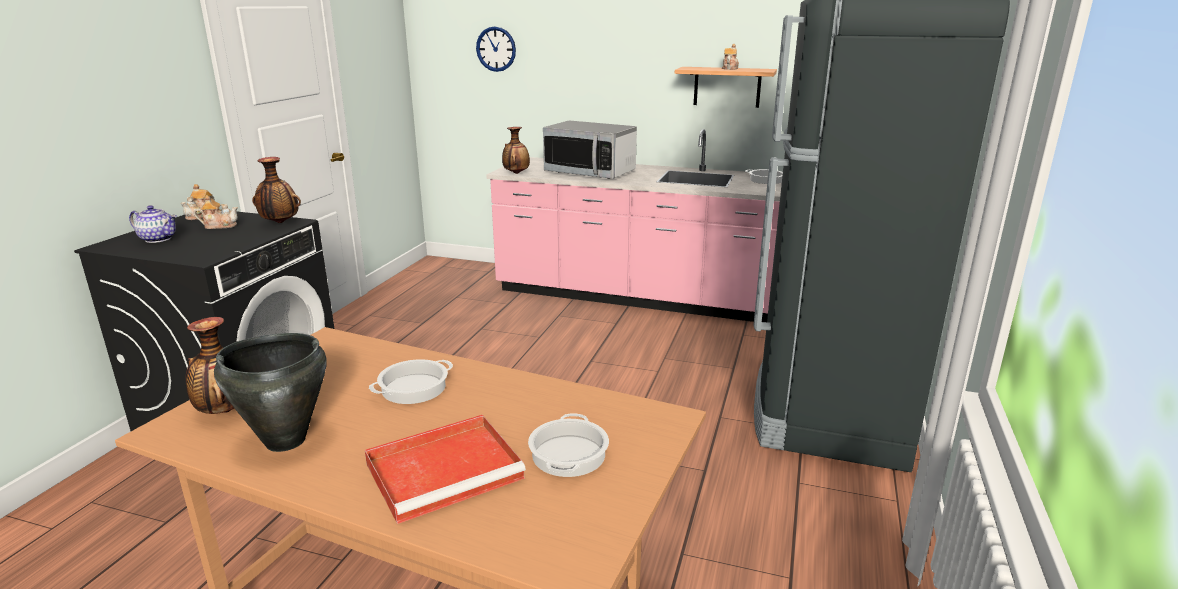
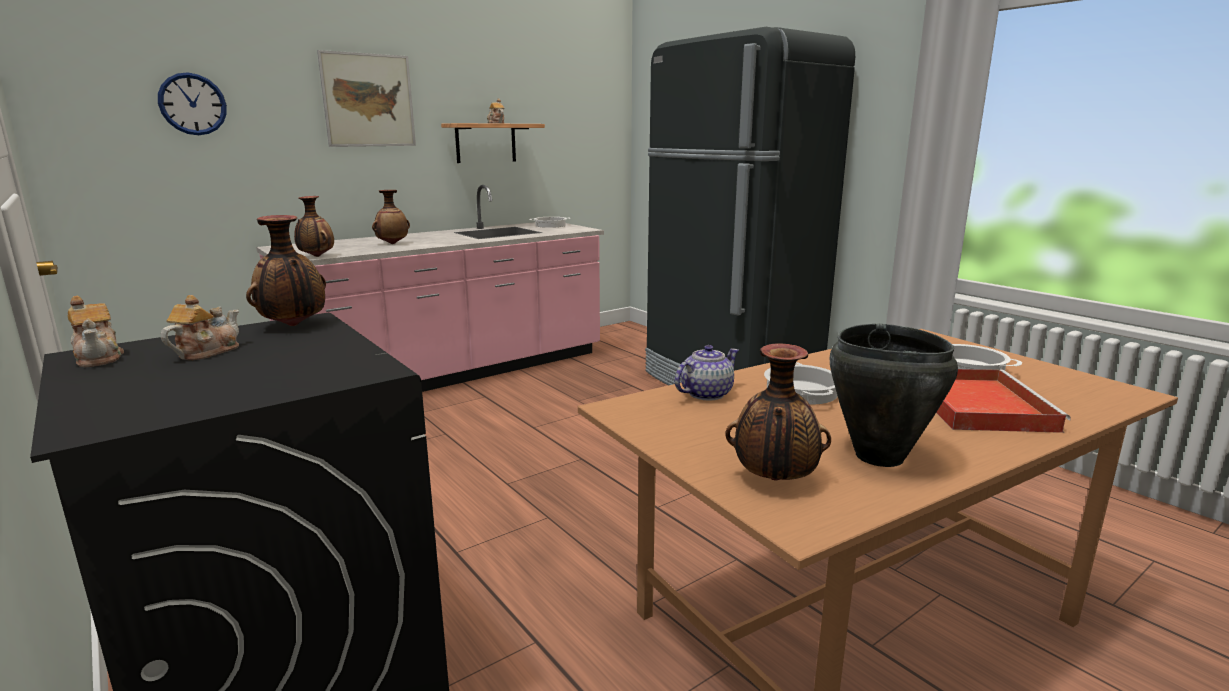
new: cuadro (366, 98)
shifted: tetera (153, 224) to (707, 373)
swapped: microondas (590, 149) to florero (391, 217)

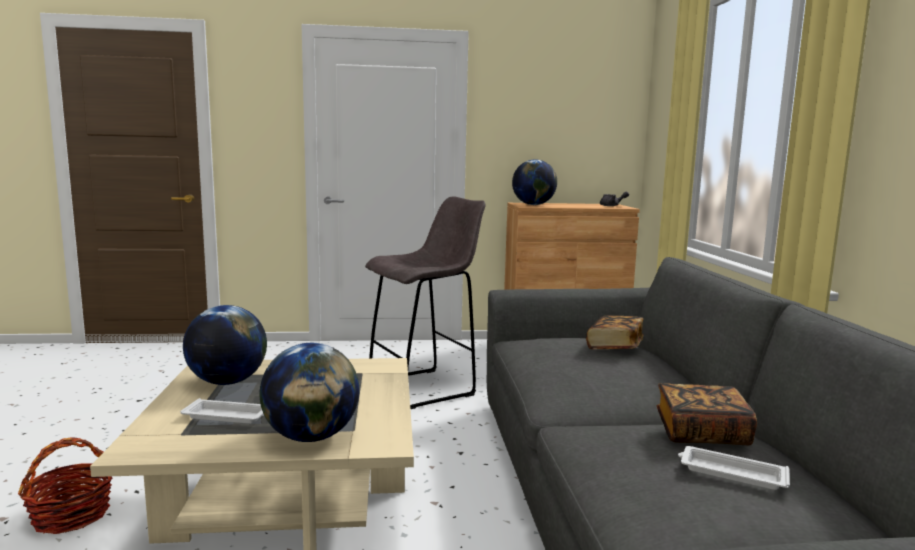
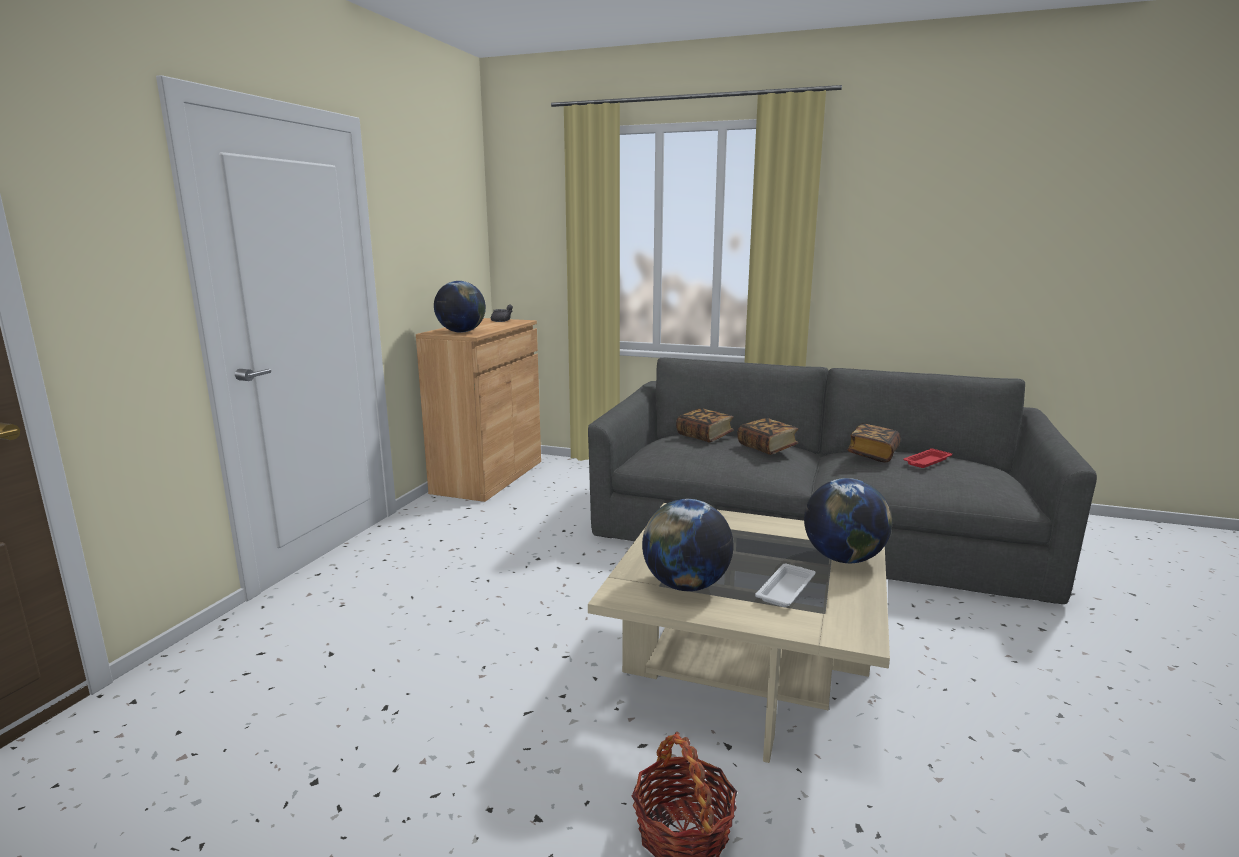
gone: taburete/gris (425, 302)
new: libro (768, 436)
repainted: bandeja/blanco (734, 468) to bandeja/rojo (927, 458)

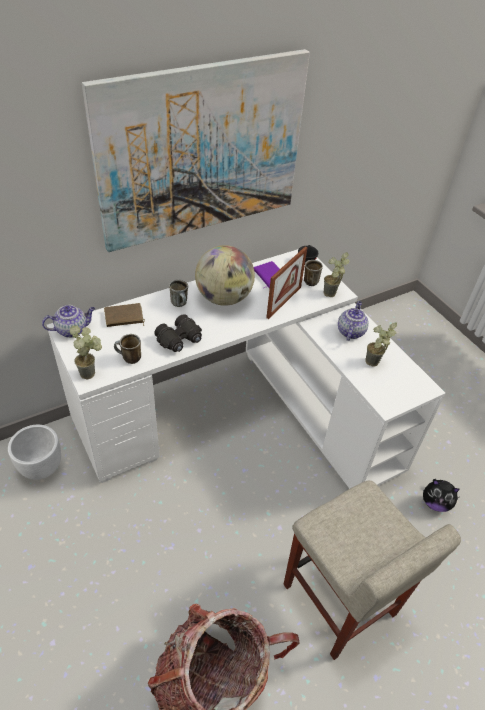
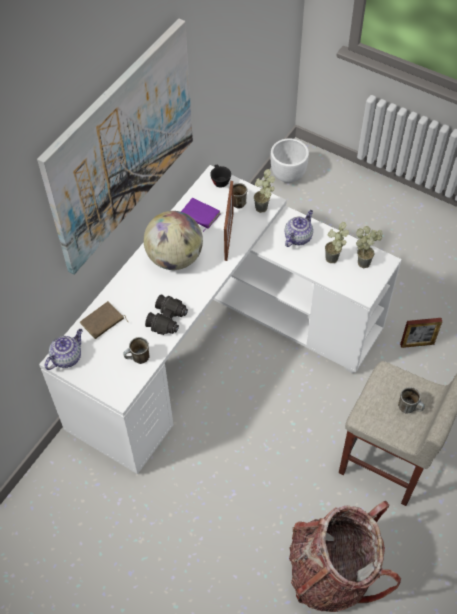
shifted: maceta/blanco (34, 452) to (289, 160); planta en maceta (86, 352) to (369, 247); taza grande (178, 293) to (411, 400)
swapped: peluche (441, 495) to portarretratos (421, 333)
rotated: tetera (353, 321) = (298, 228) 45 degrees clockwise

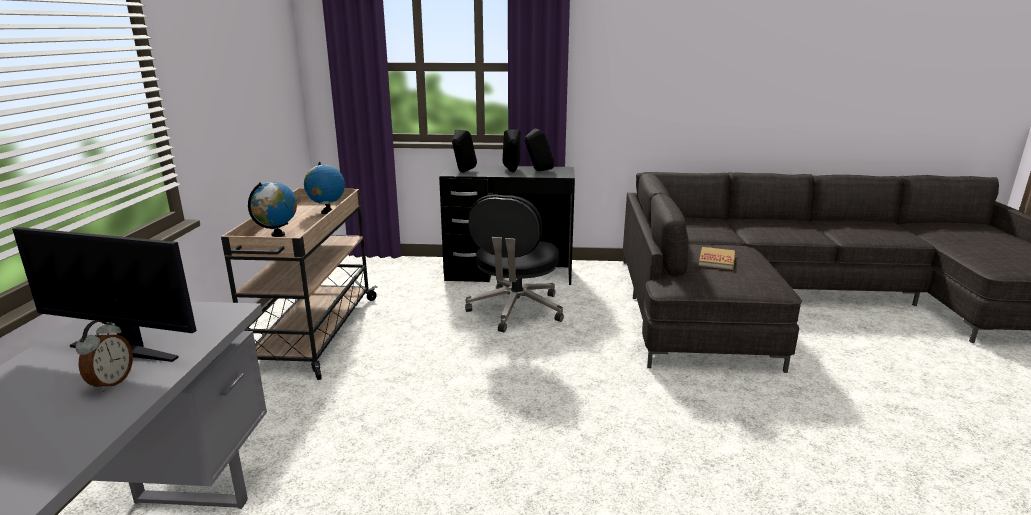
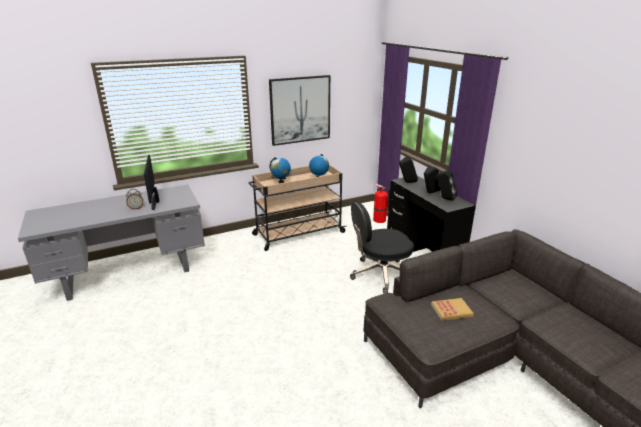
new: cuadro (299, 110); extintor (381, 203)

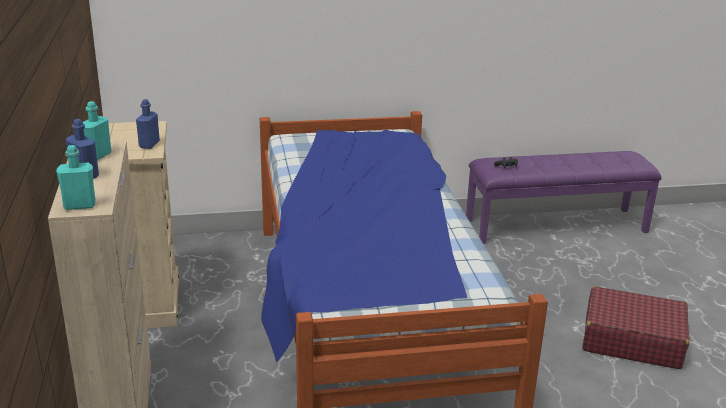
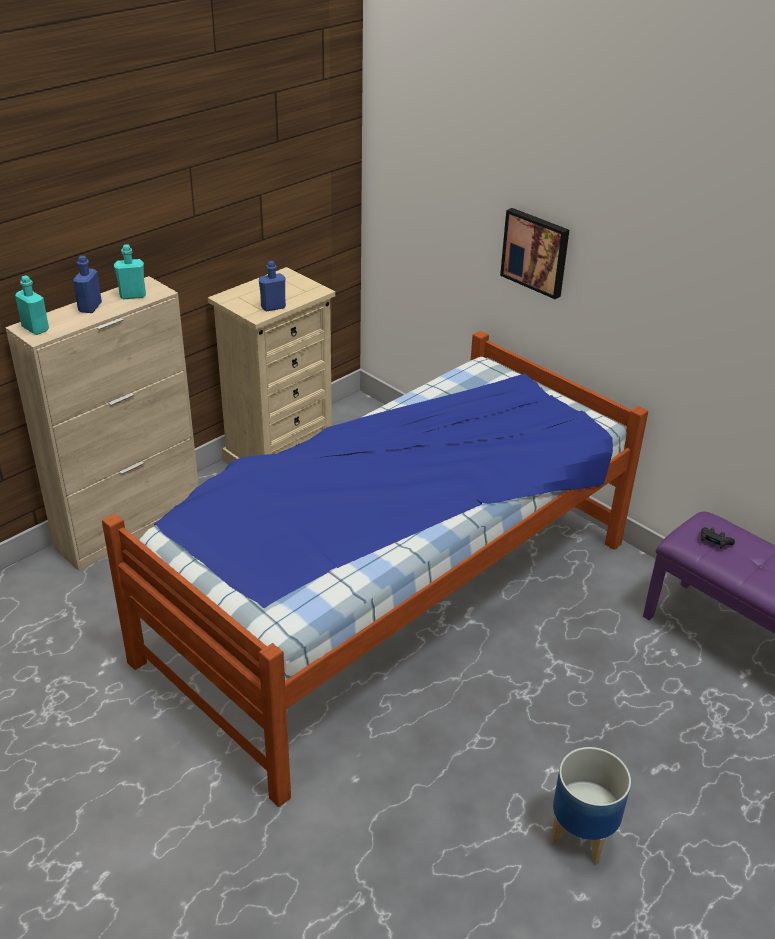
new: cuadro (534, 253)
swapped: maleta/rojo (635, 327) to maceta (590, 805)

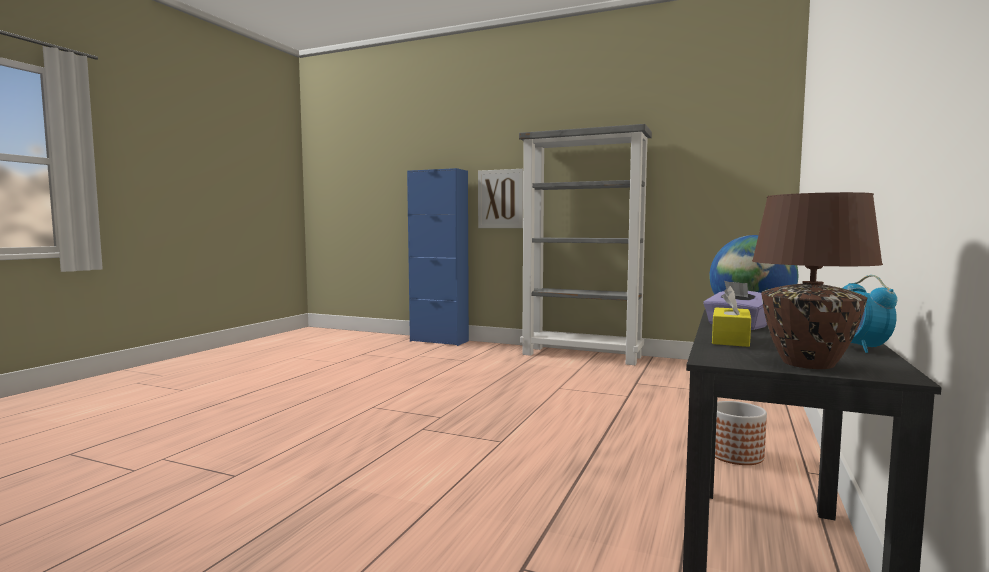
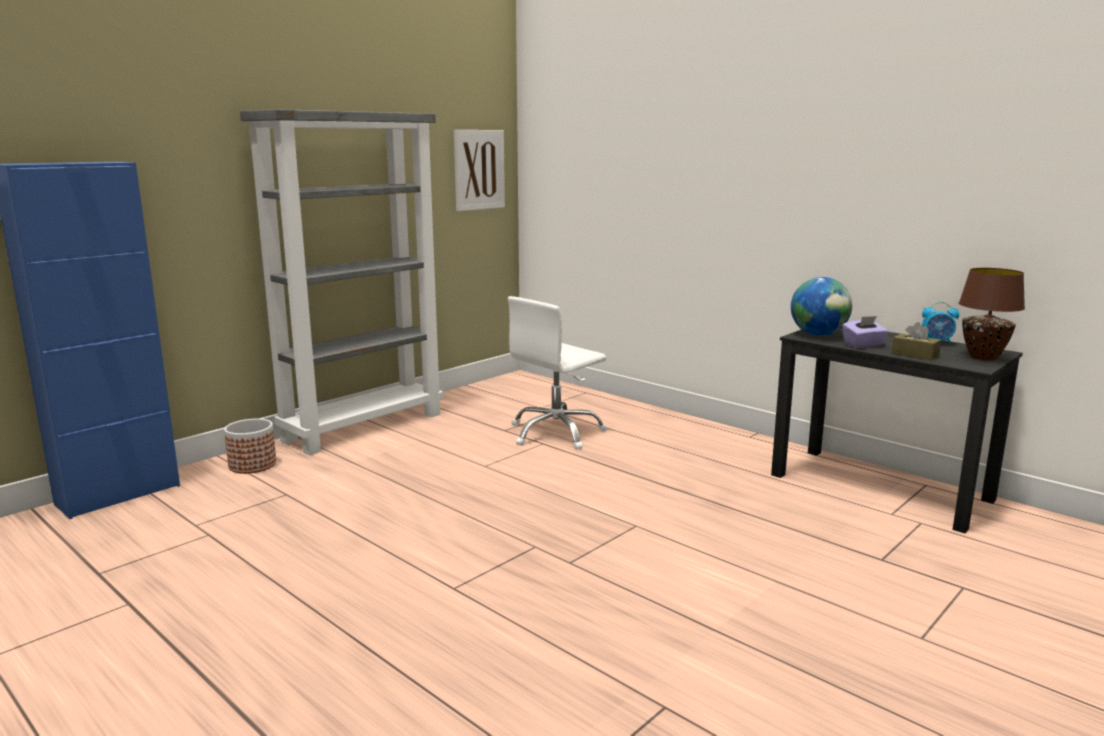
new: silla de oficina/blanco (557, 373)
shifted: maceta (741, 433) to (250, 446); cuadro (500, 198) to (479, 170)
repainted: caja de pañuelos/amarillo (731, 316) to caja de pañuelos/marrón (916, 341)

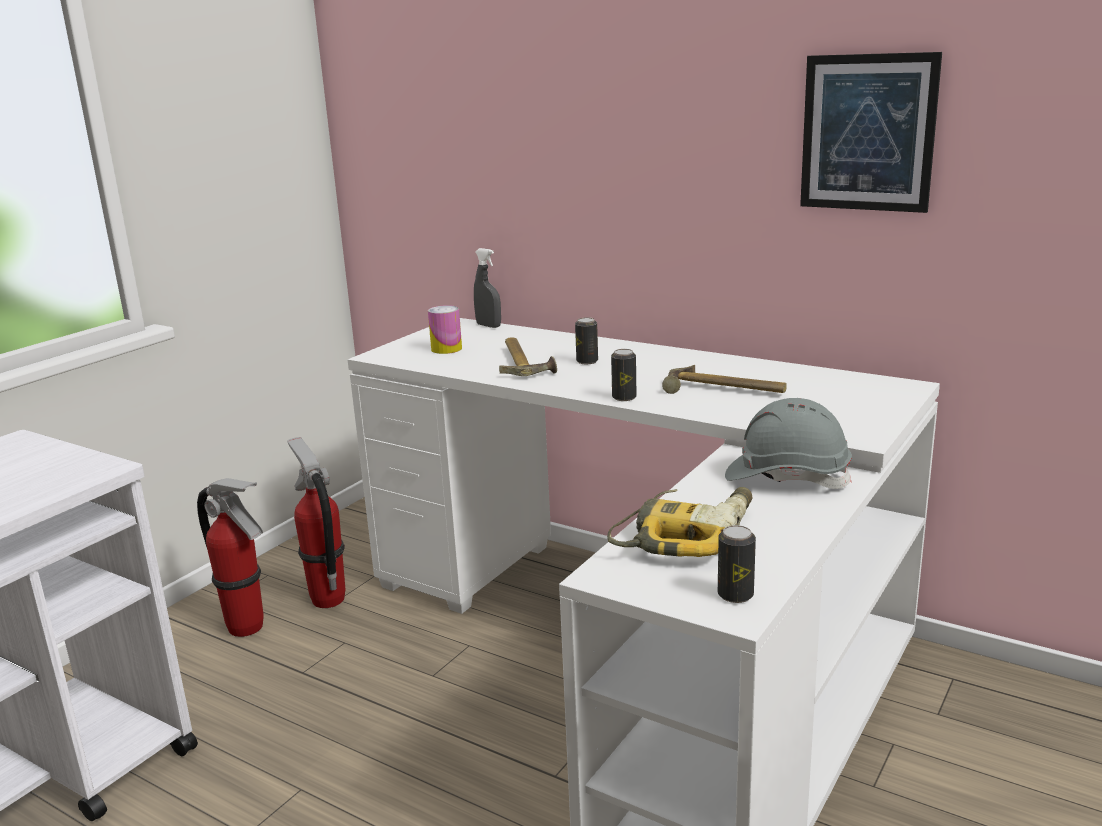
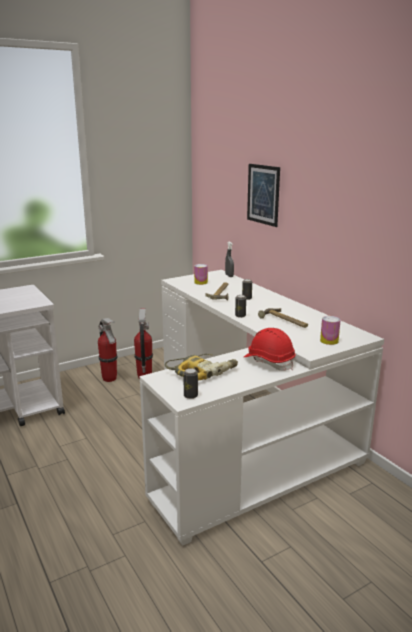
new: lata (330, 330)
shifted: cuadro (871, 132) to (263, 195)
repainted: casco/gris (788, 443) to casco/rojo (269, 349)

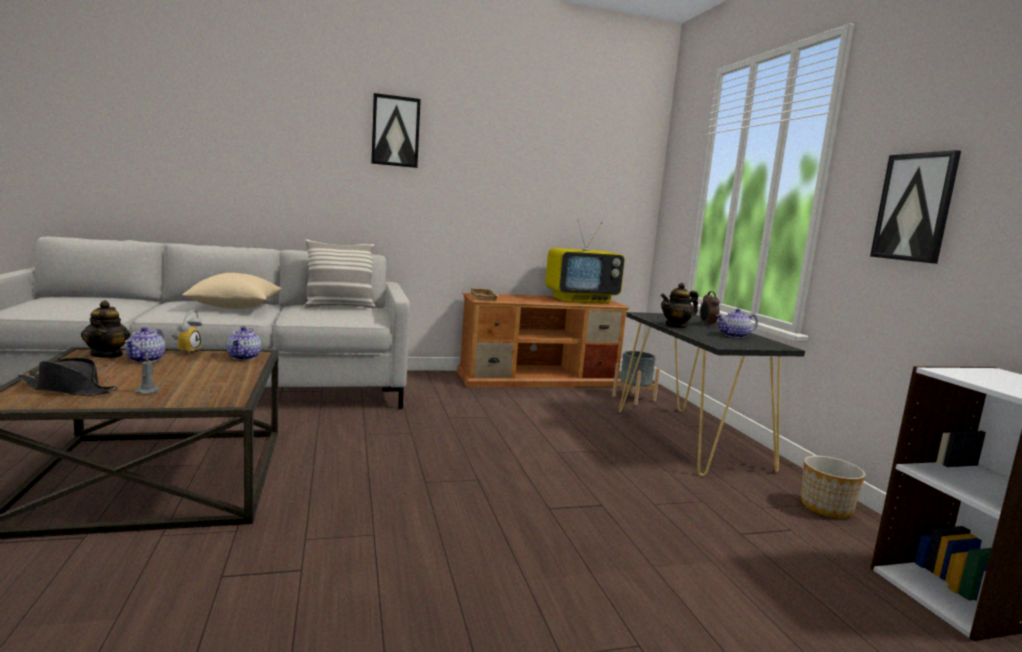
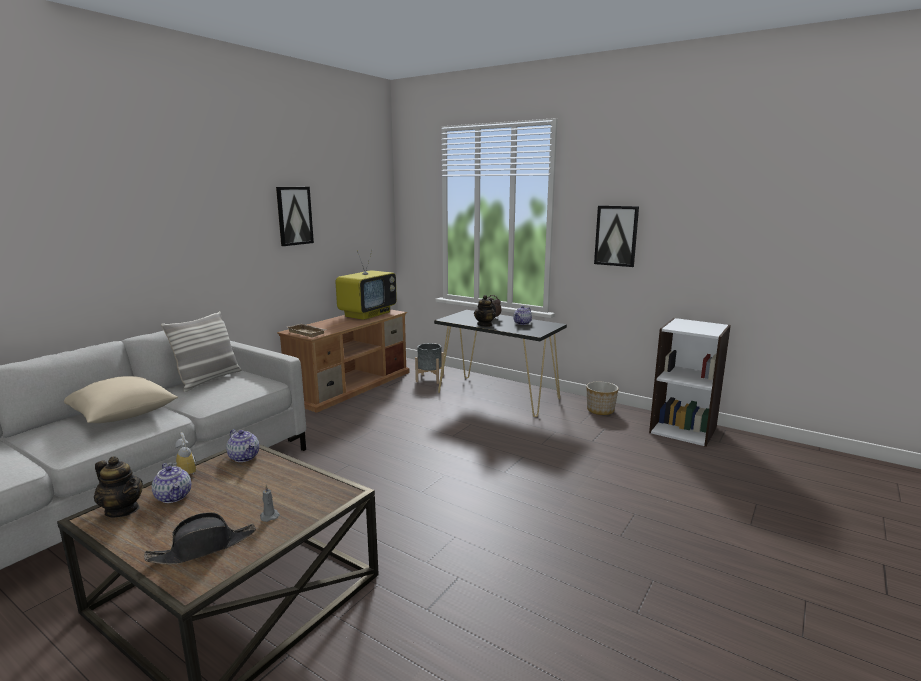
shifted: cuadro (396, 130) to (295, 216)

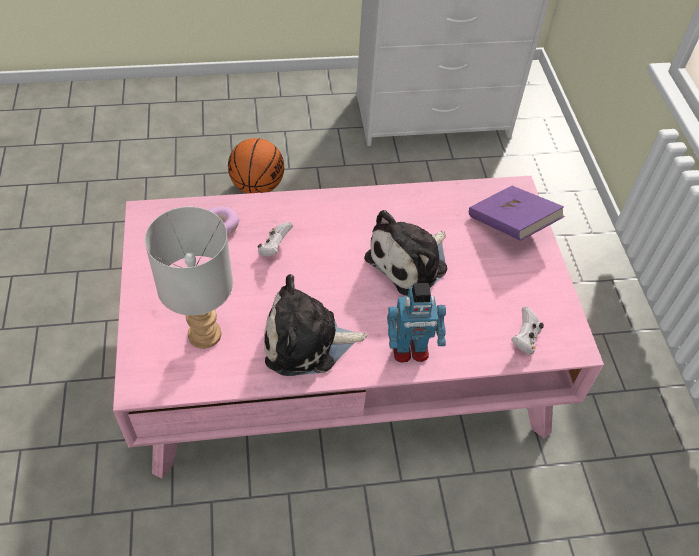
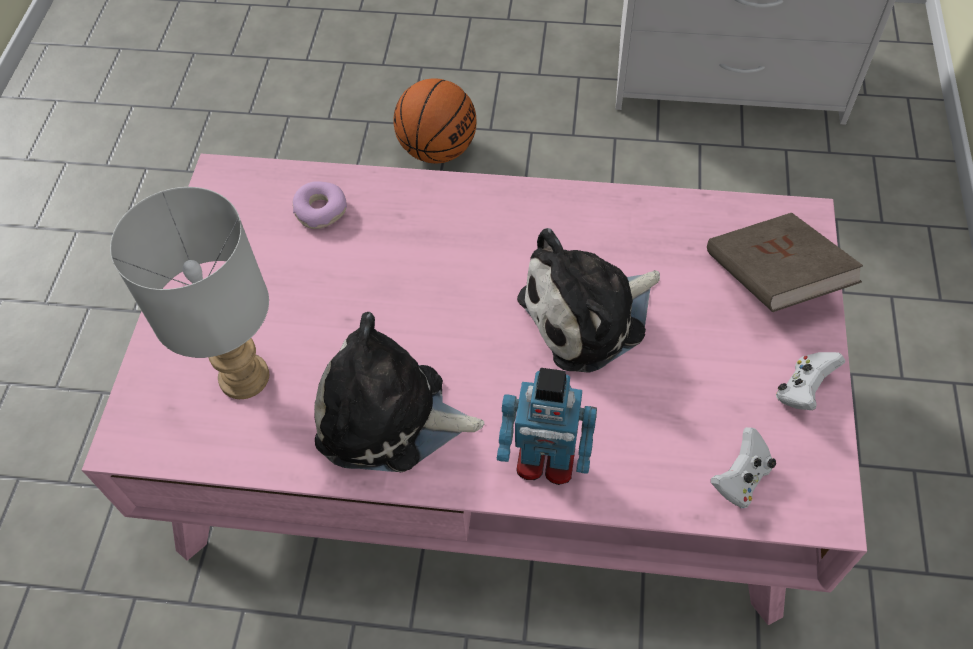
shifted: mando de consola/blanco (275, 239) to (810, 381)
repainted: libro/morado (517, 213) to libro/marrón (785, 262)

